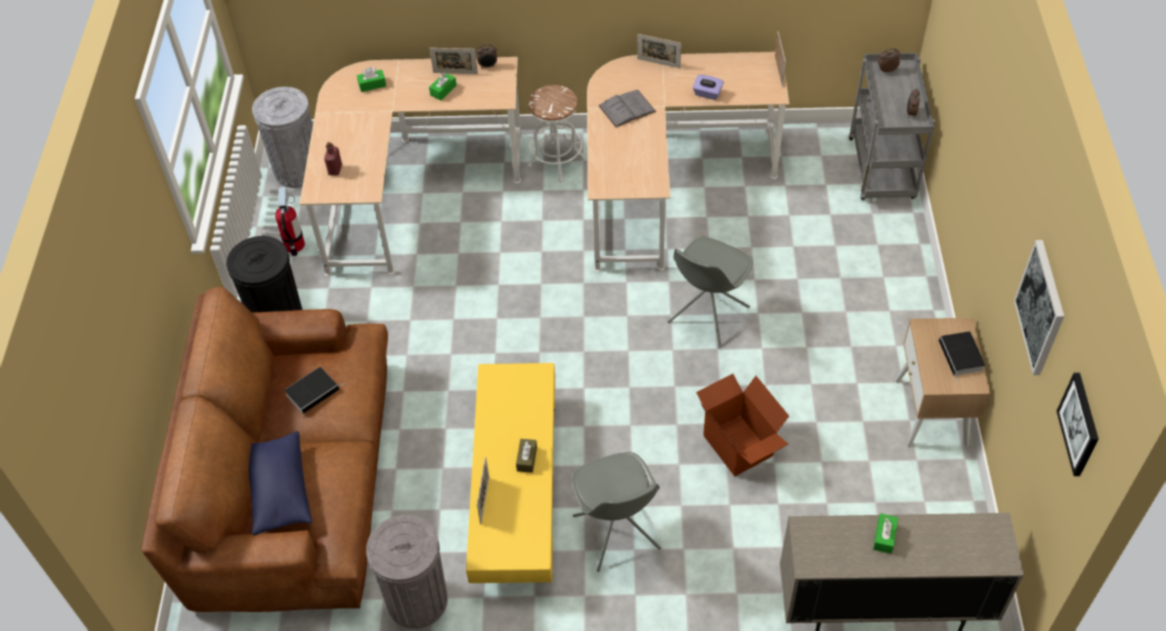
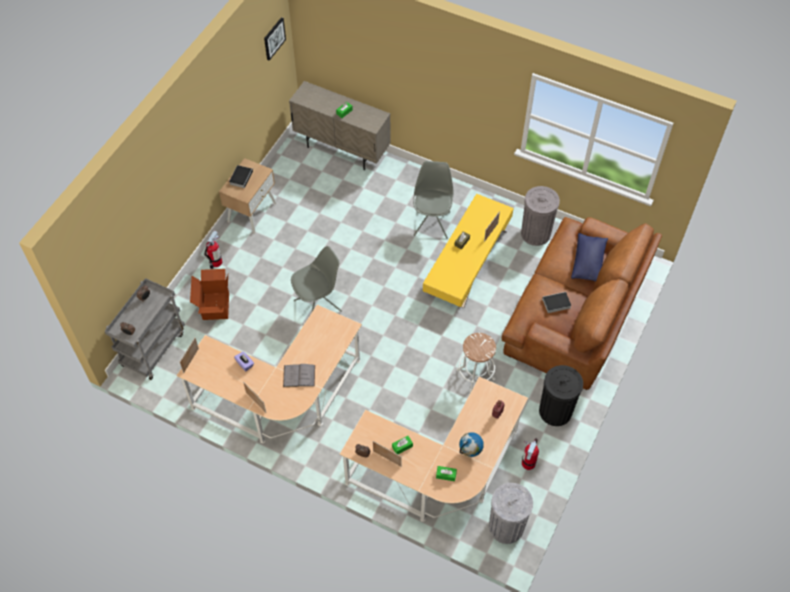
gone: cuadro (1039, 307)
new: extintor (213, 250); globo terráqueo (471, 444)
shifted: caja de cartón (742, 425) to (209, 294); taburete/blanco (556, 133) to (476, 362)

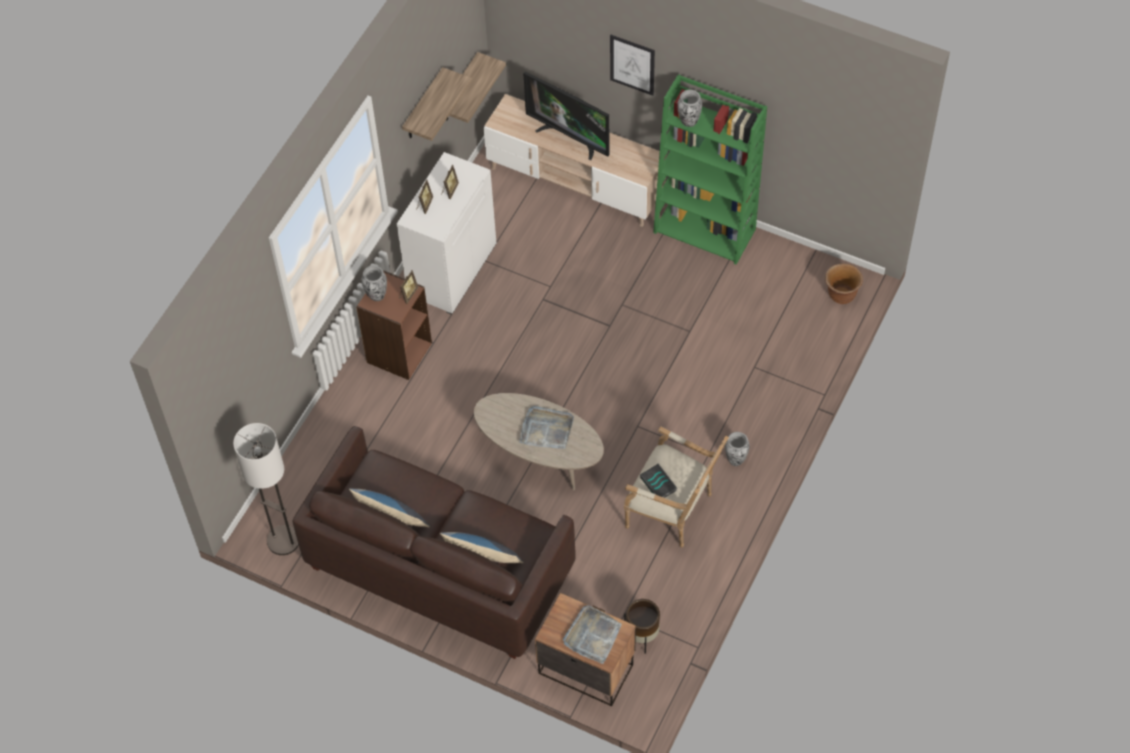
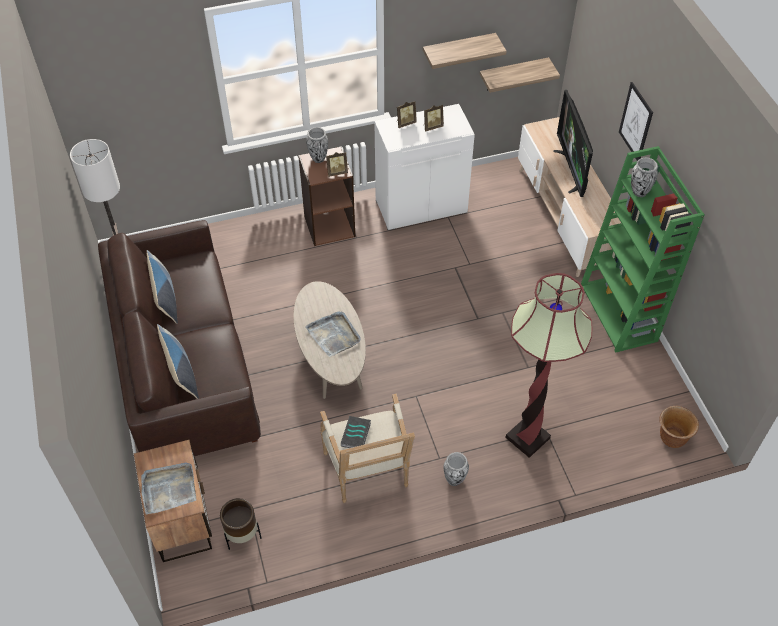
new: lámpara de pie (548, 365)

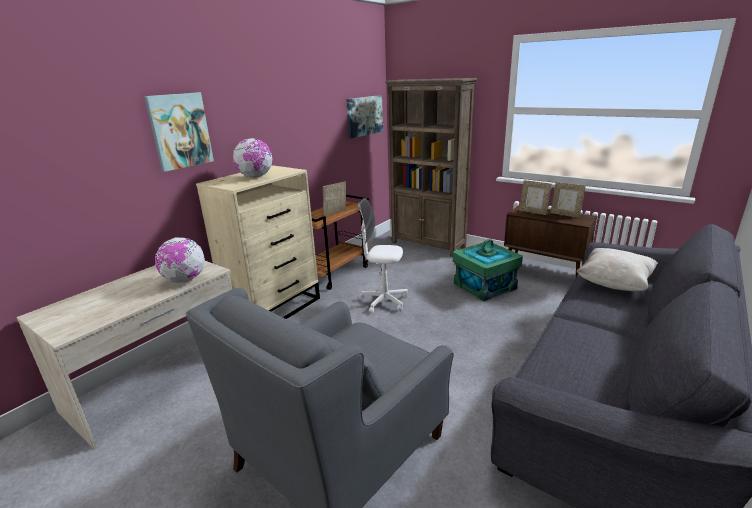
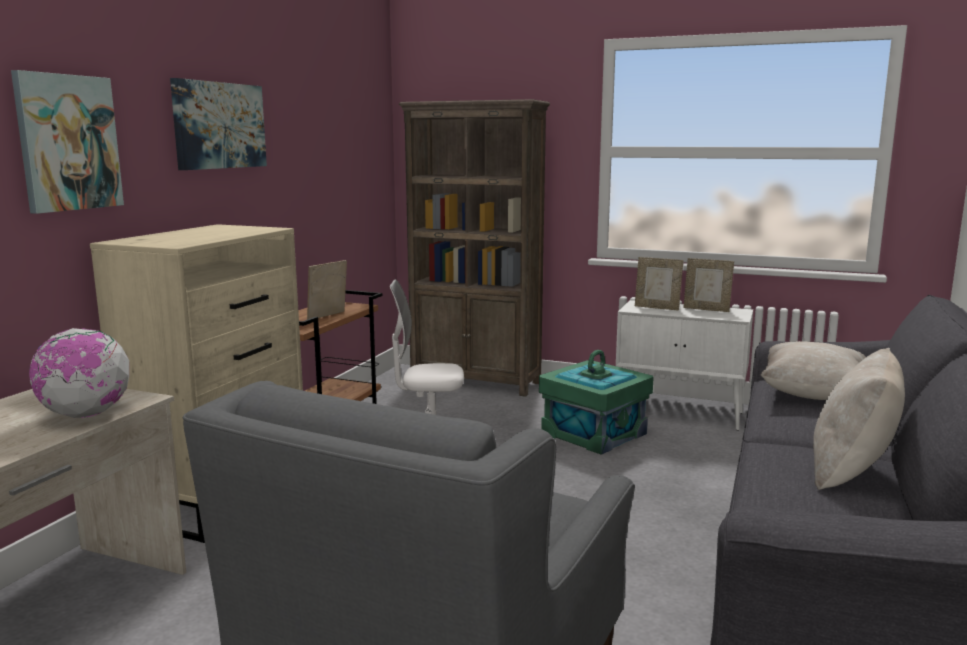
gone: globo terráqueo (253, 158)
new: cojín/beis (859, 419)
shifted: cuadro (364, 117) to (218, 124)
repainted: armario/marrón (550, 241) to armario/blanco (684, 365)

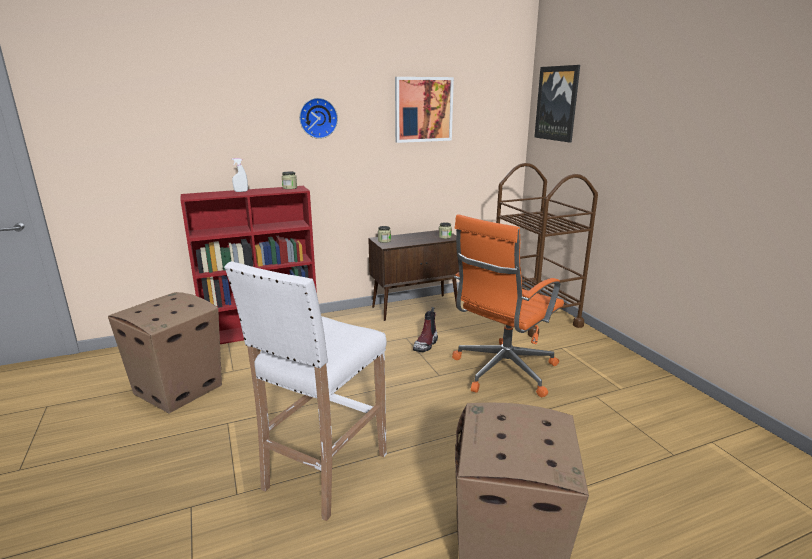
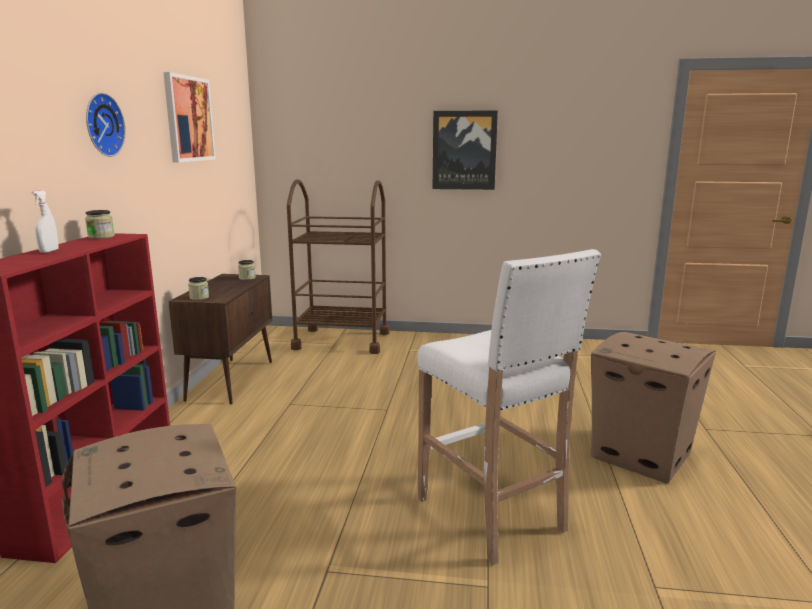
gone: bota (425, 329); silla de oficina/naranja (508, 305)
shifted: cuadro (557, 104) to (465, 150)

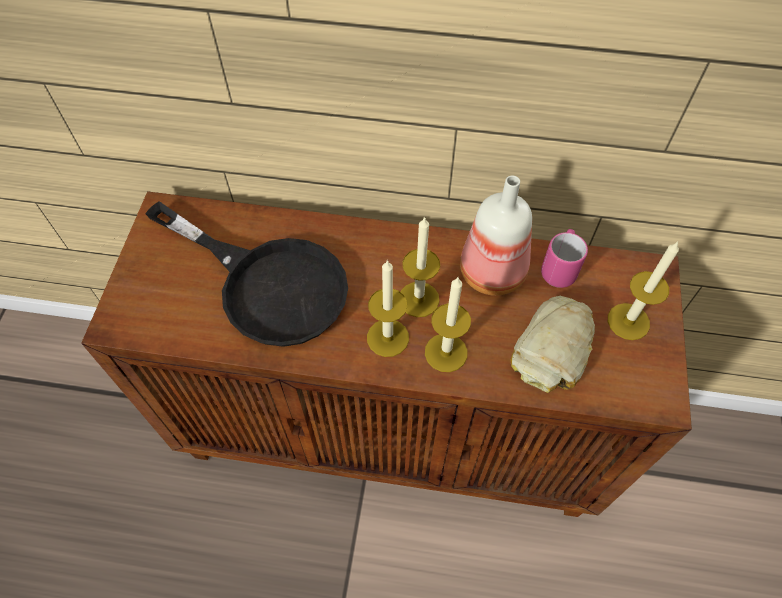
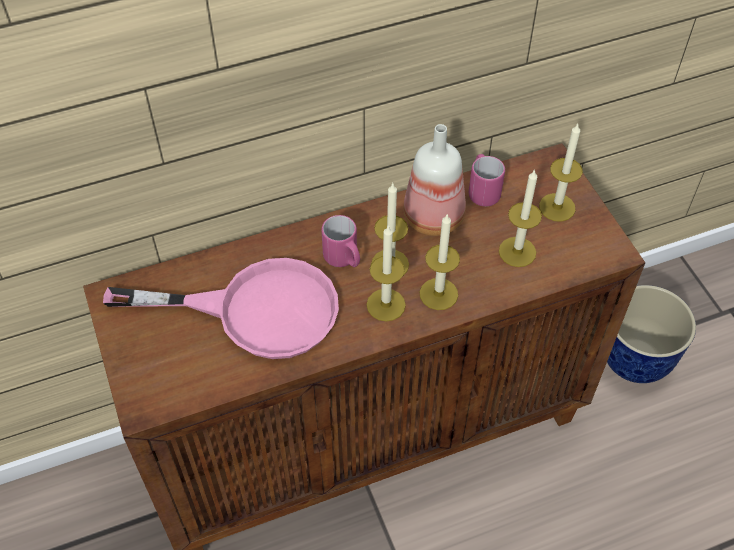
new: taza grande/rosa (340, 241); maceta (651, 334)
swapped: pan (552, 344) to vela (520, 218)
repainted: sartén/negro (246, 274) to sartén/rosa (221, 308)

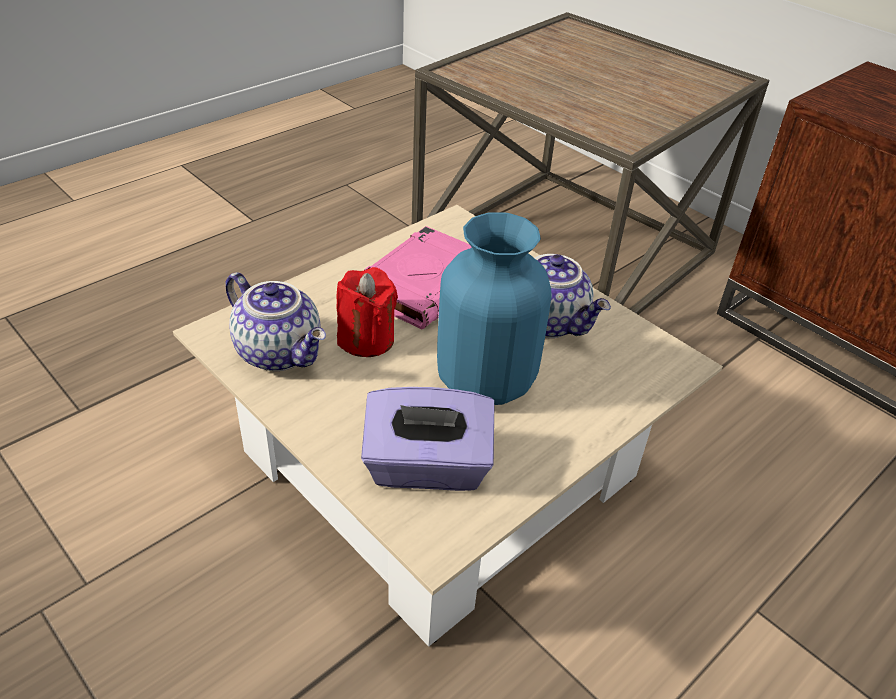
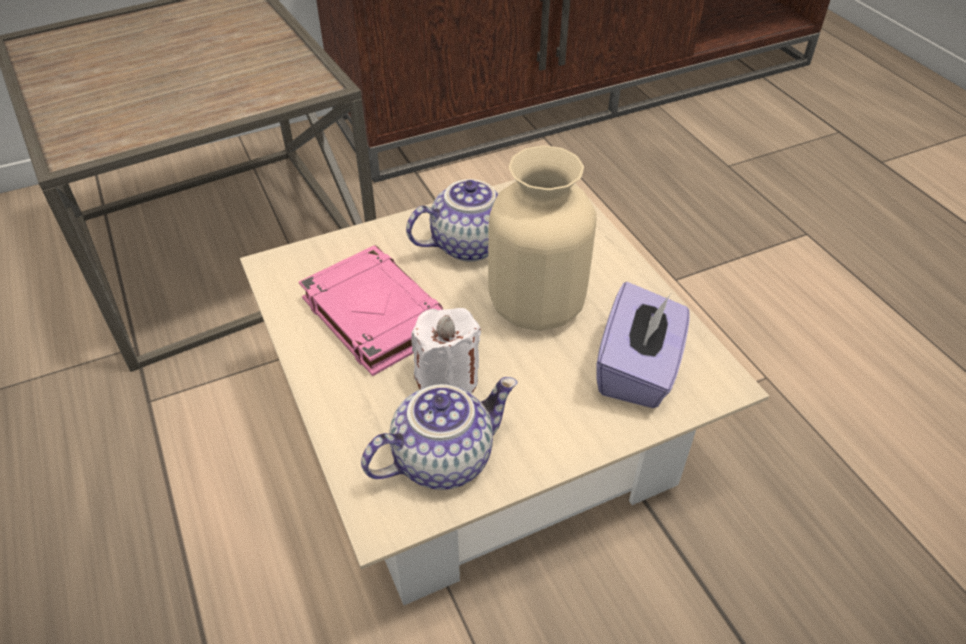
repainted: vela/rojo (367, 312) to vela/blanco (446, 351); florero/azul (494, 308) to florero/beis (542, 238)

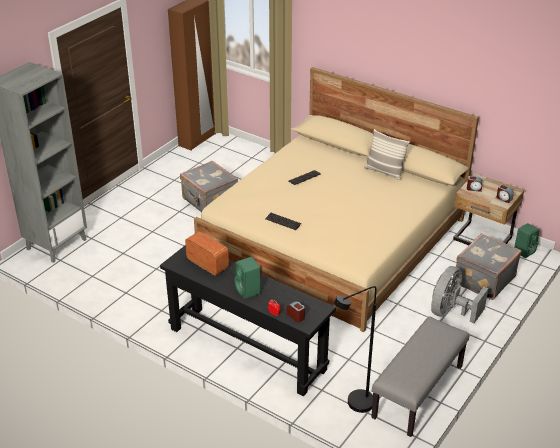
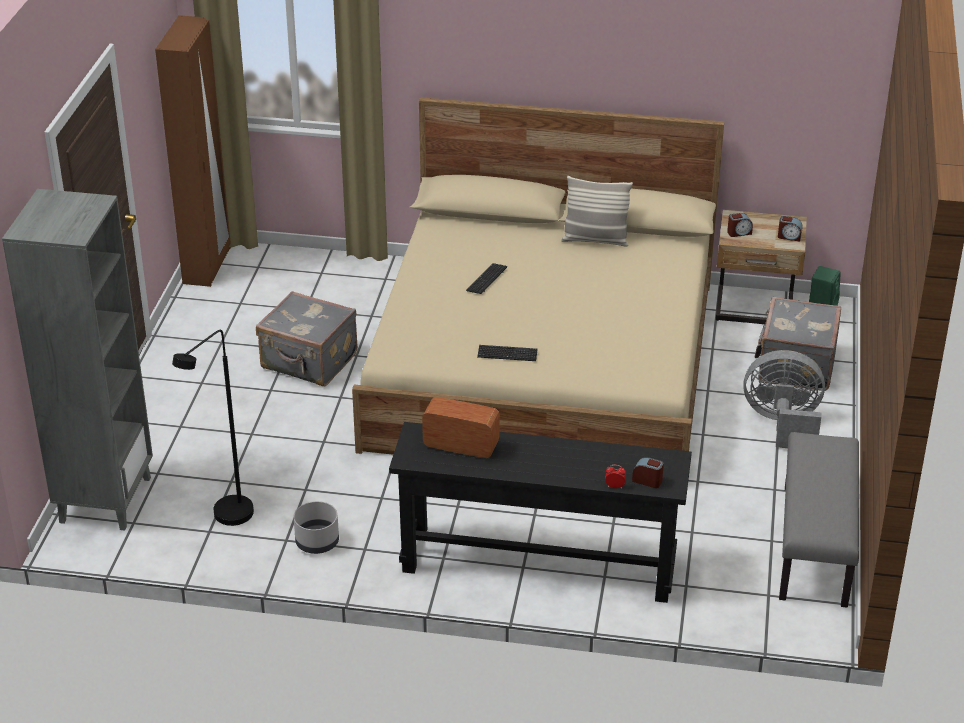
gone: altavoz/verde (248, 278)
new: maceta/gris (316, 527)
shifted: lámpara de pie/negro (355, 349) to (213, 428)
rotated: ventilador/gris (459, 294) = (784, 399) 90 degrees clockwise

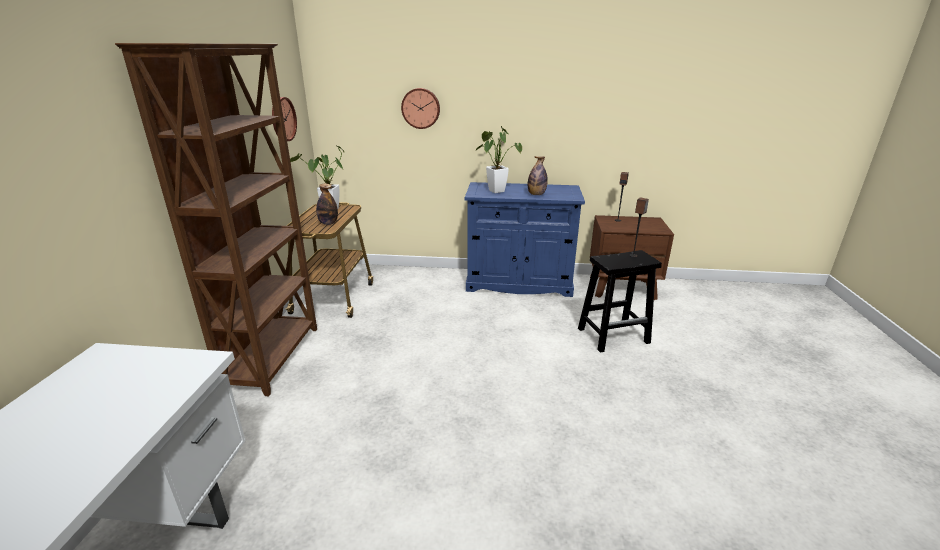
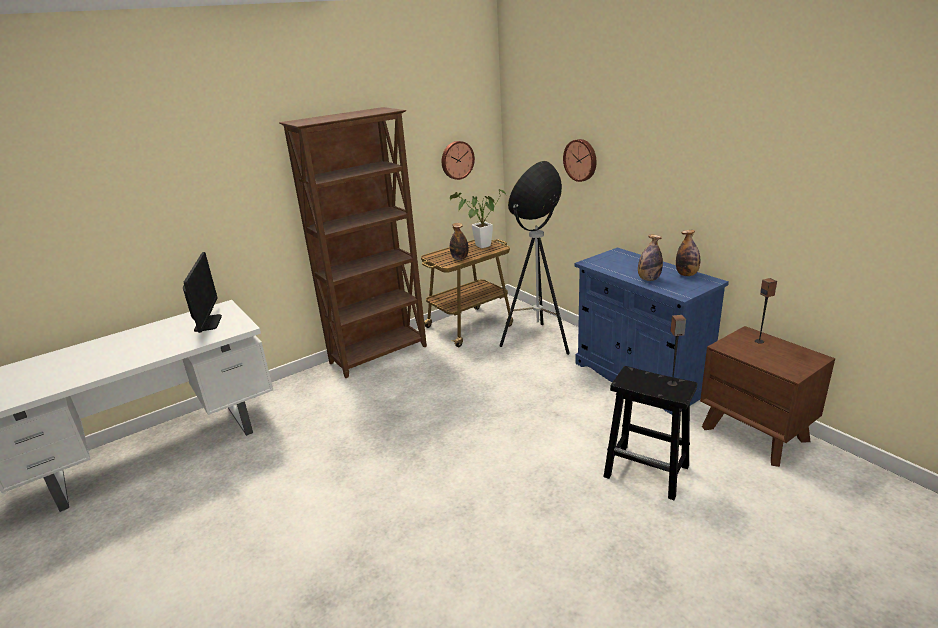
gone: planta en maceta (499, 159)
new: monitor (202, 292); lámpara de pie (535, 258); botella (688, 253)

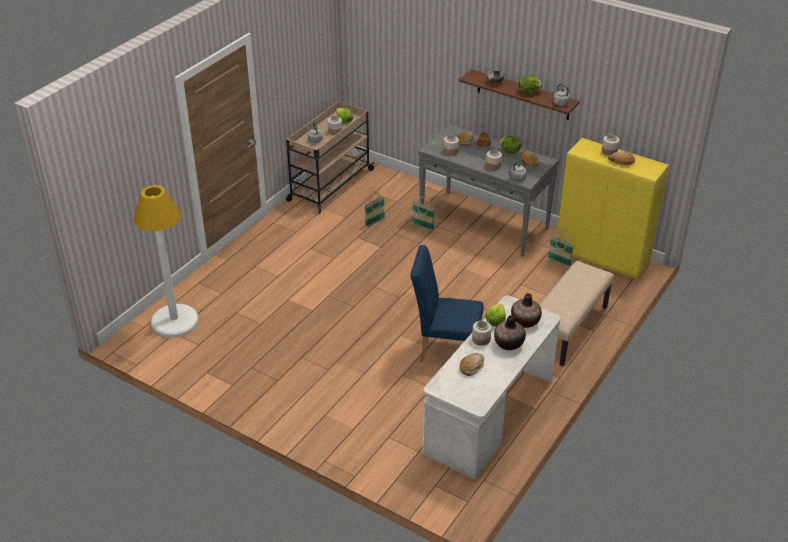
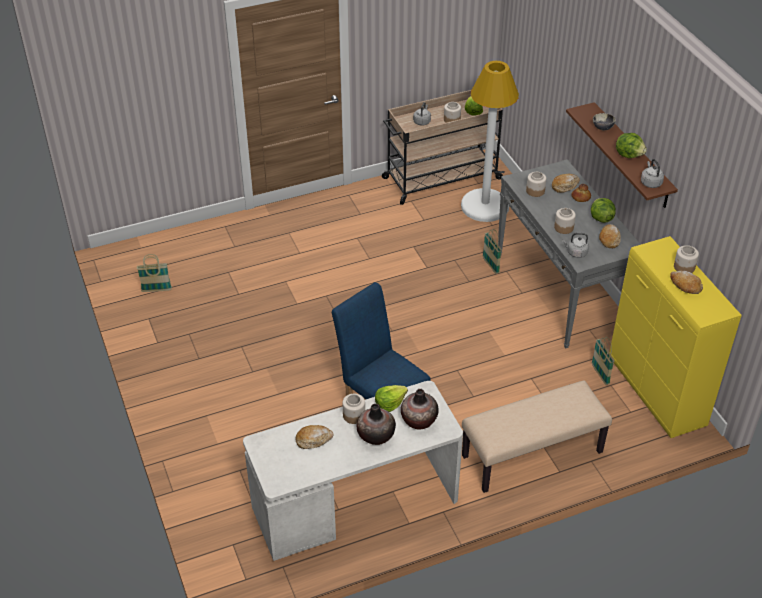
shifted: cesta (374, 209) to (154, 273); lámpara de pie/blanco (166, 261) to (490, 141)

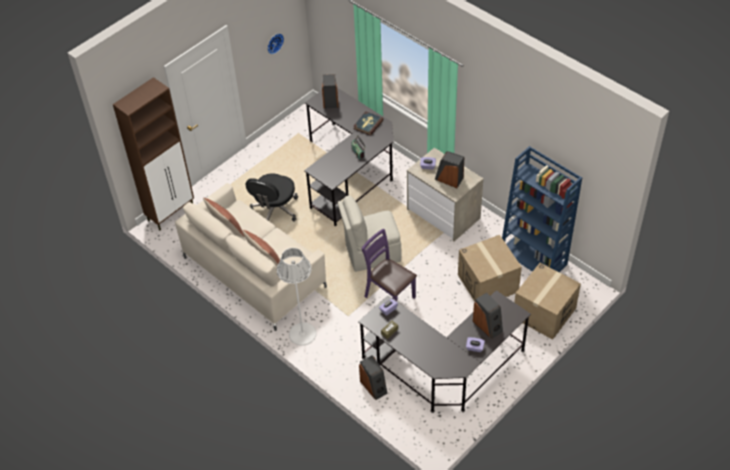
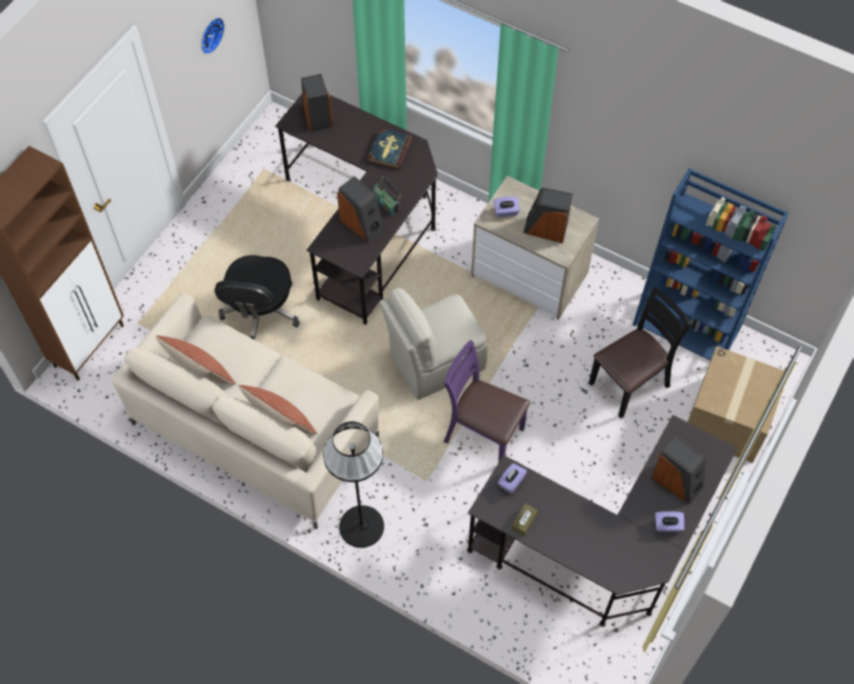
shifted: altavoz (373, 378) to (360, 209)
swapped: caja de cartón (490, 268) to silla/negro (640, 352)
repainted: lámpara de pie/blanco (297, 297) to lámpara de pie/negro (353, 484)

